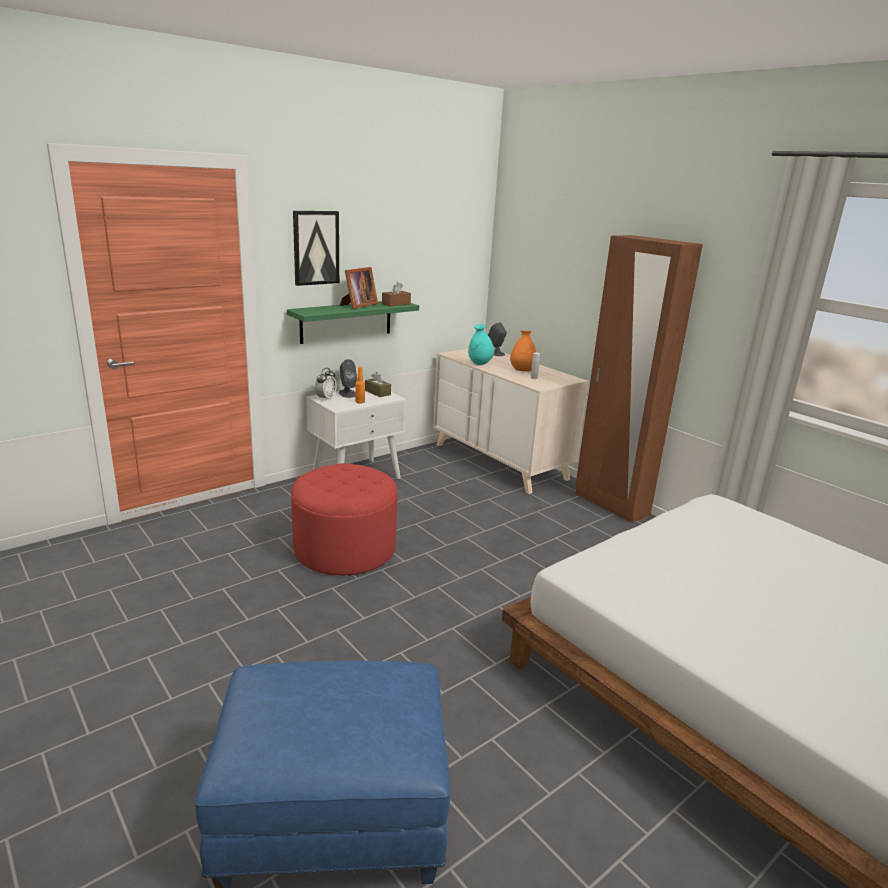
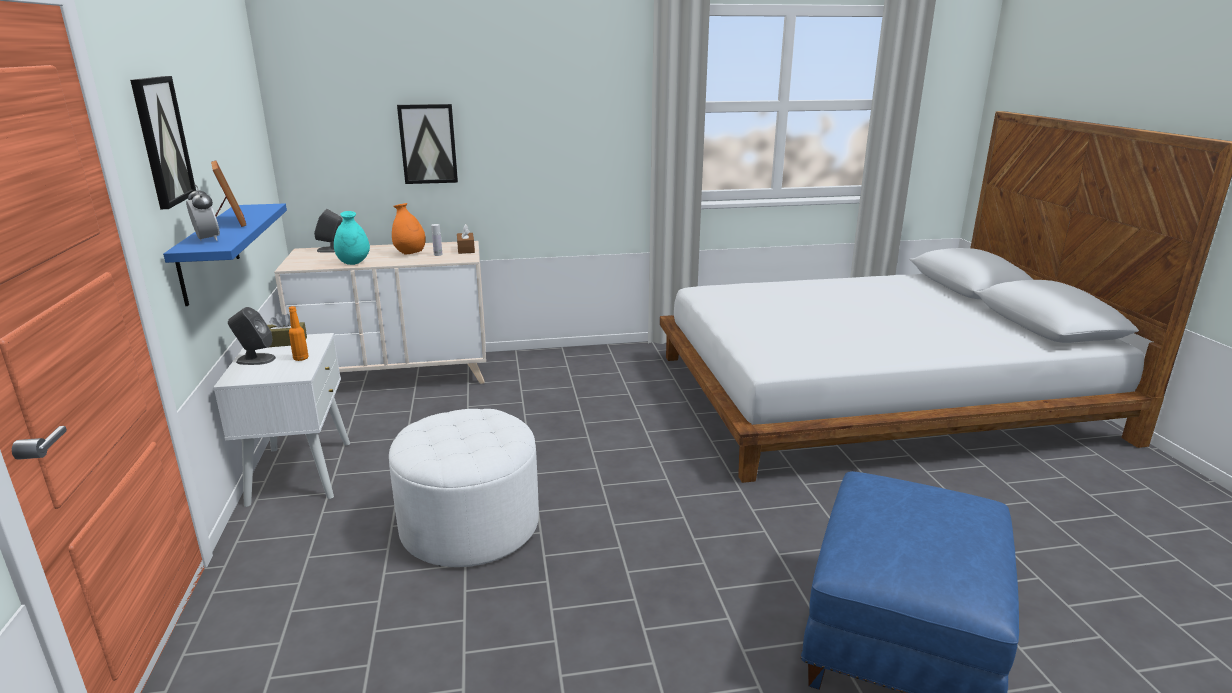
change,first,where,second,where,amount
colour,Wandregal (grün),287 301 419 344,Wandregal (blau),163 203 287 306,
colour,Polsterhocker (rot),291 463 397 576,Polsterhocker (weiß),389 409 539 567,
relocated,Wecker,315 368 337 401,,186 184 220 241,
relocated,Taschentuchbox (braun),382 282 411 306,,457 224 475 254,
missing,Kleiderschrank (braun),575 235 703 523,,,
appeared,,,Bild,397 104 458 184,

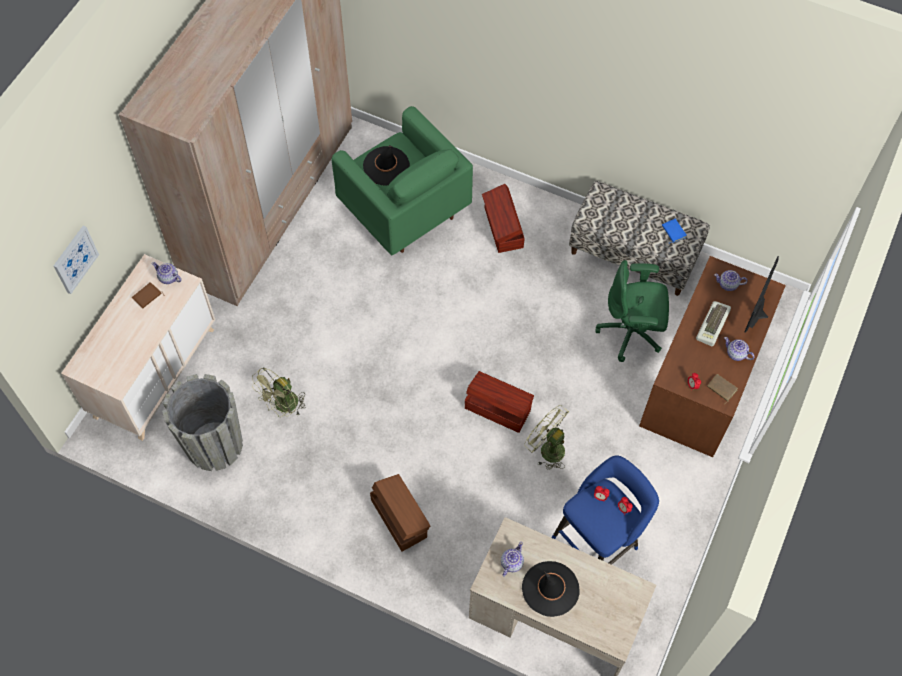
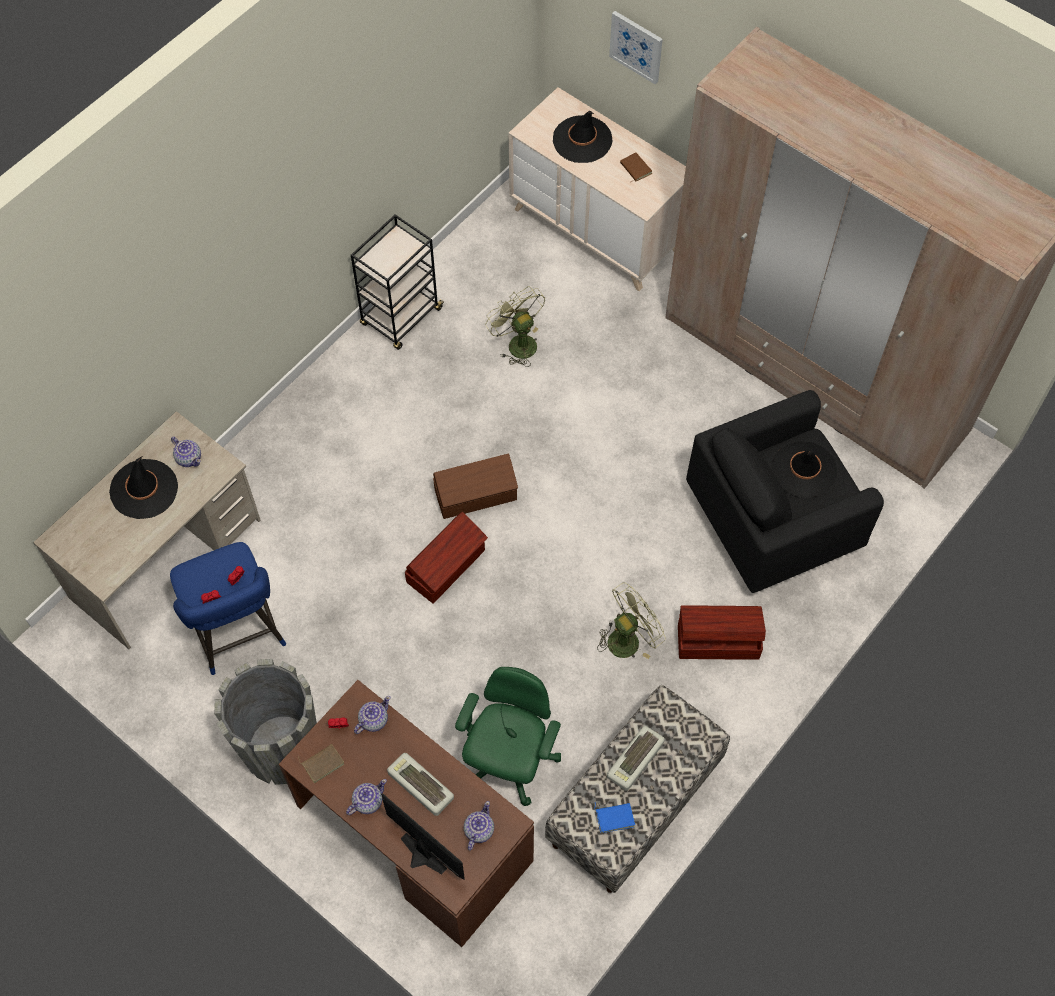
change,first,where,second,where,amount
relocated,Teekanne,152 262 182 284,,354 696 390 734,
relocated,Pflanzkübel (grau),162 374 243 471,,214 659 317 785,
colour,Sessel (grün),332 106 473 255,Sessel (schwarz),686 390 884 593,
relocated,Aufbewahrungsbox (braun),370 474 430 551,,433 454 518 519,
relocated,Ventilator (grün),524 405 569 470,,597 582 666 659,
appeared,,,Rollwagen (schwarz),351 214 445 350,
appeared,,,Hut (schwarz),553 111 612 163,
appeared,,,Tastatur,607 726 665 791,

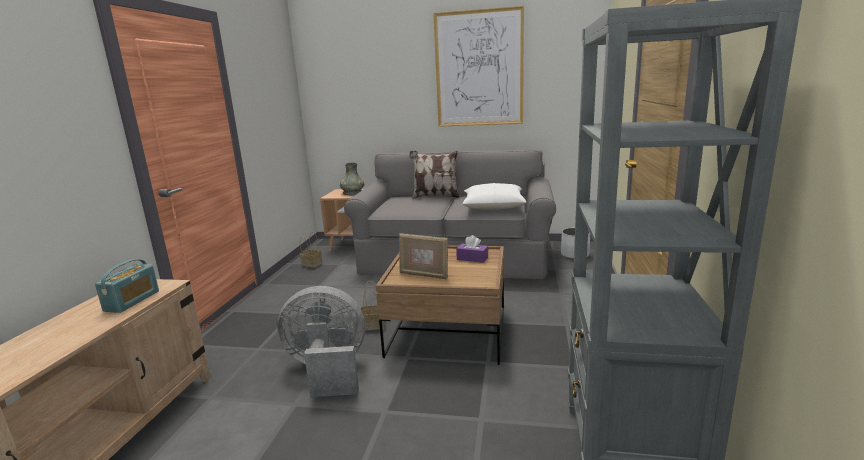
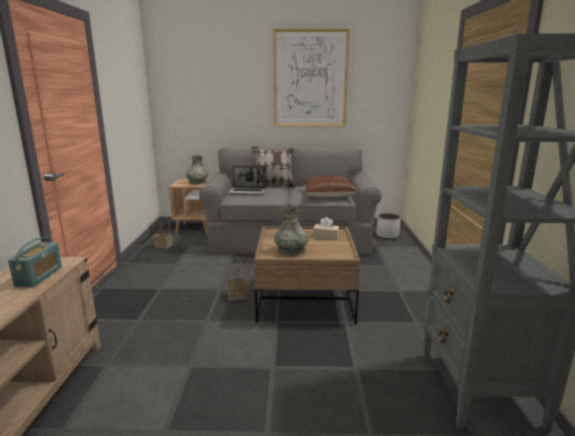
change,first,where,second,where,amount
missing,Ventilator (grau),277 286 365 397,,,
exchanged,Bilderrahmen,399 233 448 279,Vase (grau),274 208 309 255,
colour,Taschentuchbox (lila),456 235 488 263,Taschentuchbox (beige),313 217 339 240,
colour,Kissen (weiß),462 183 527 209,Kissen (braun),300 175 358 197,
appeared,,,Laptop,228 165 266 195,

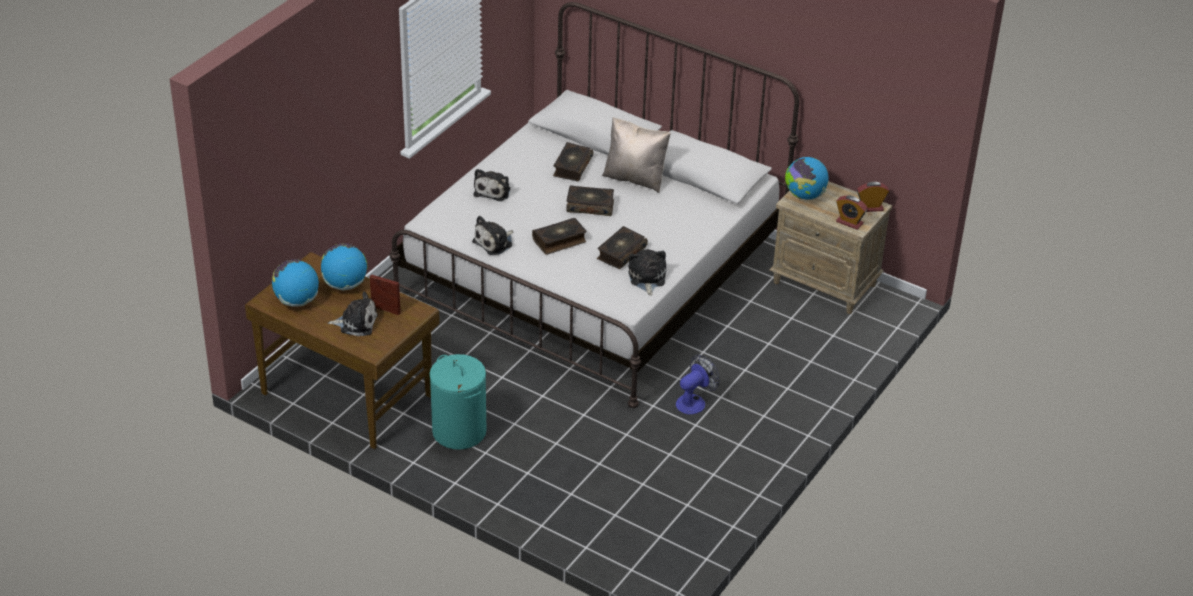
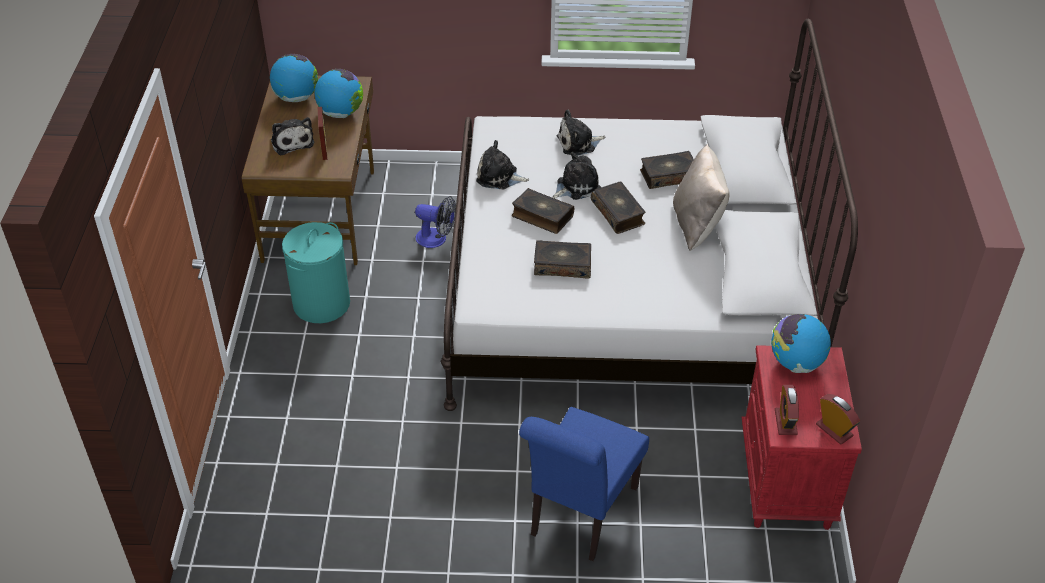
change,first,where,second,where,amount
relocated,Plüschtier,628 249 666 296,,552 152 601 200,
relocated,Ventilator,676 355 720 415,,415 196 456 248,
colour,Nachttisch (beige),769 181 892 314,Nachttisch (rot),742 345 862 530,
appeared,,,Stuhl (blau),519 407 649 561,

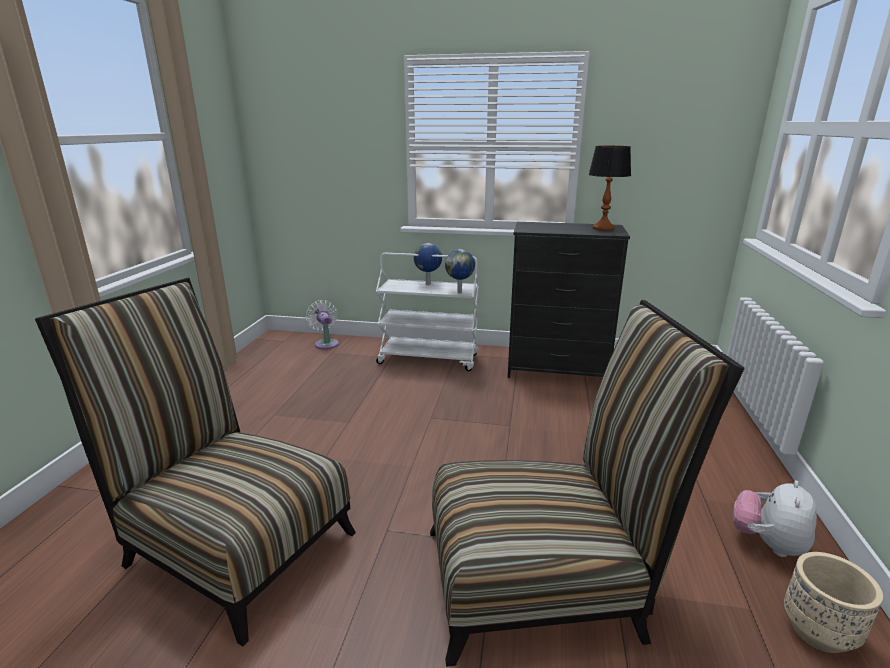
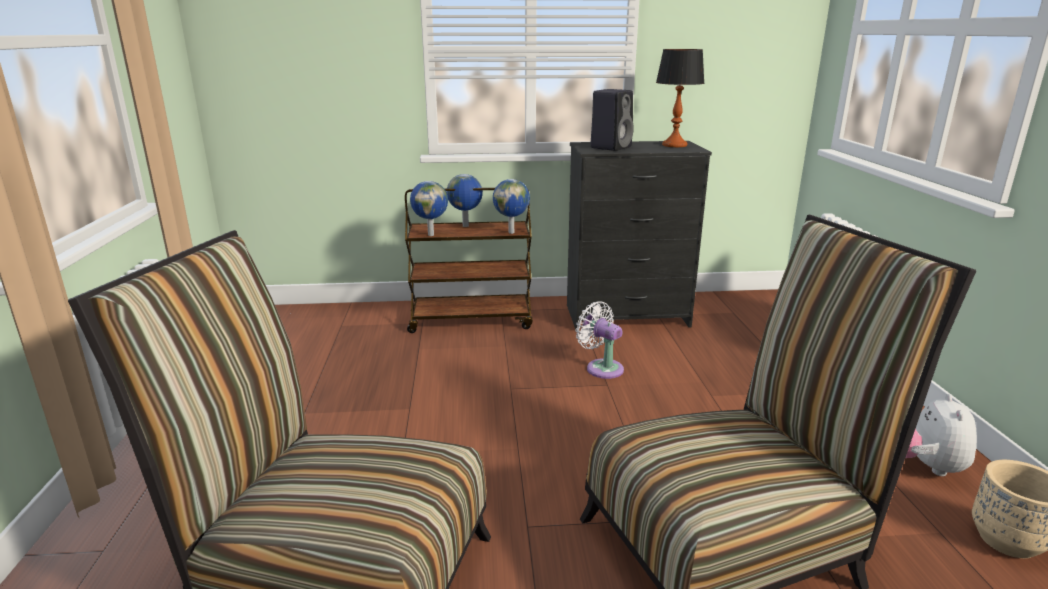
change,first,where,second,where,amount
relocated,Ventilator (weiß),306 300 339 349,,575 301 624 379,
colour,Rollwagen (weiß),376 253 479 371,Rollwagen (braun),405 188 533 333,
appeared,,,Globus,410 181 448 236,
appeared,,,Lautsprecher (schwarz),590 89 634 151,

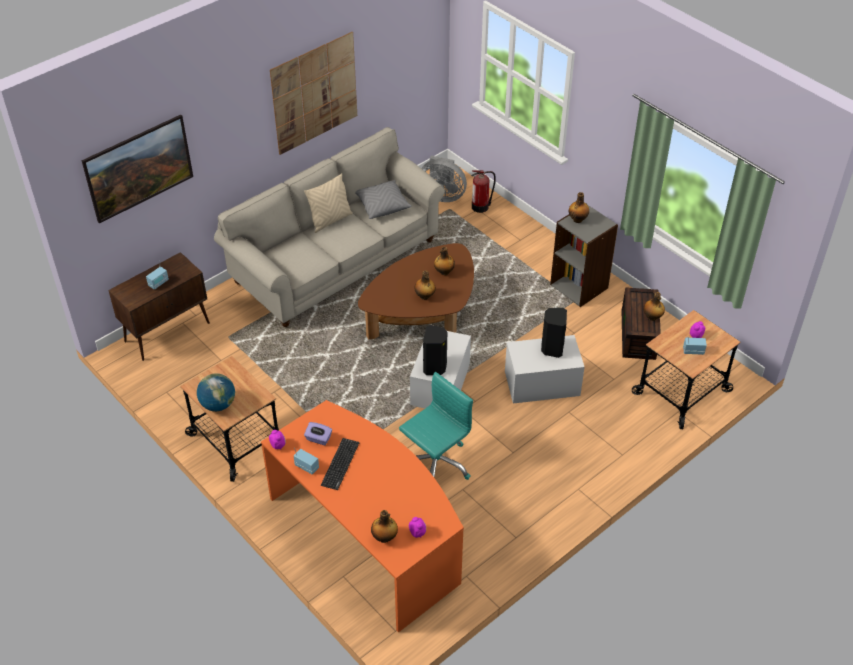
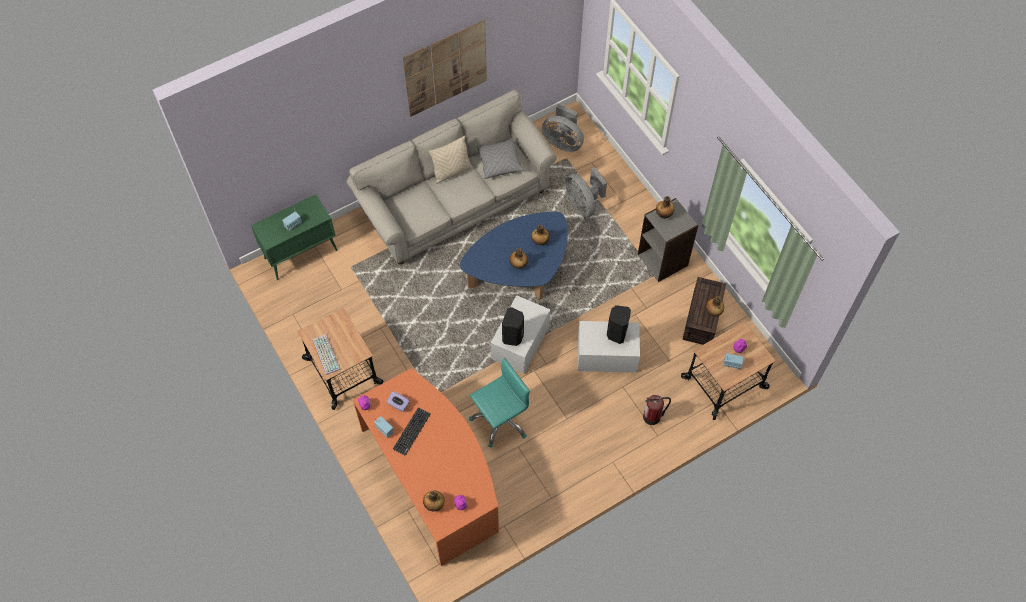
change,first,where,second,where,amount
missing,Bild,82 115 193 223,,,
colour,Schrank (braun),108 252 210 361,Schrank (grün),251 194 337 280,
exchanged,Globus,197 373 235 411,Tastatur,312 334 340 375,
colour,Couchtisch (braun),358 243 474 340,Couchtisch (blau),460 211 568 300,
relocated,Feuerlöscher,471 170 496 213,,643 395 671 425,
appeared,,,Ventilator (grau),565 167 607 217,

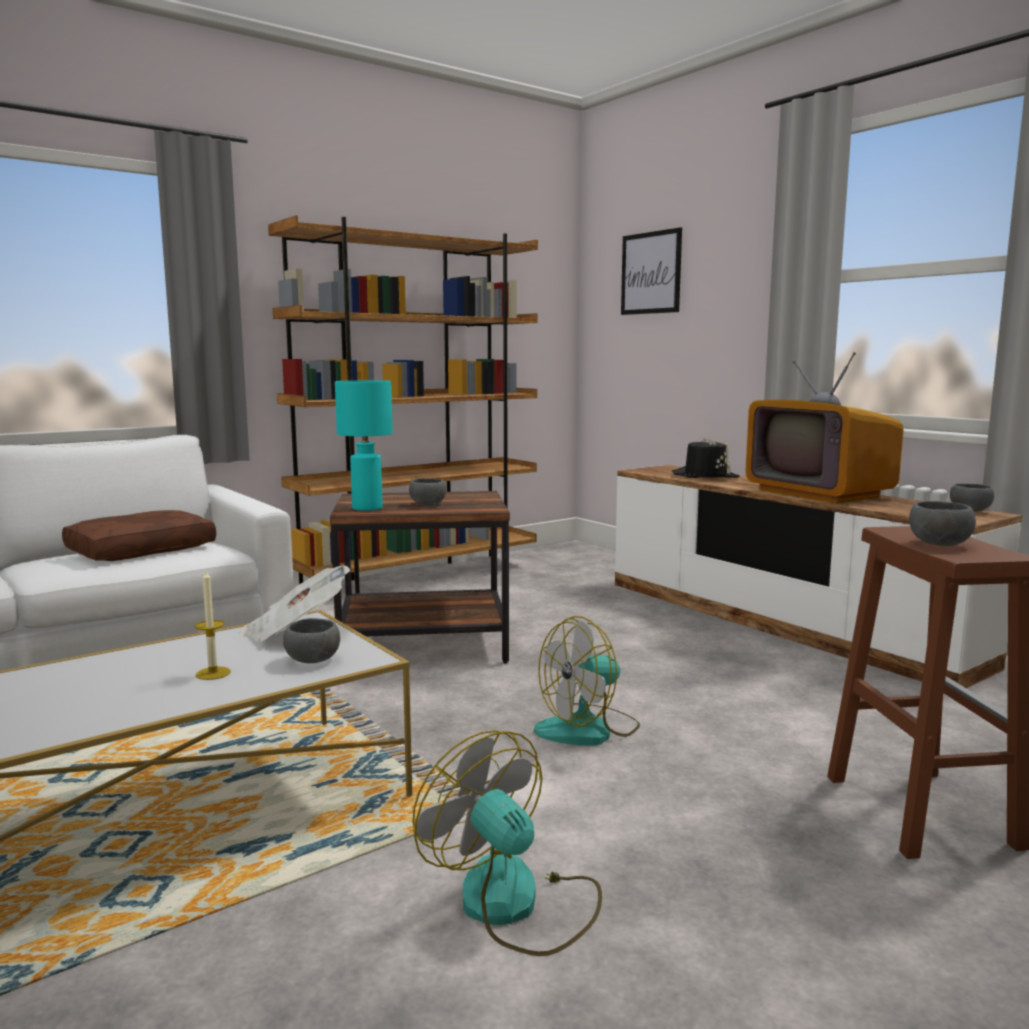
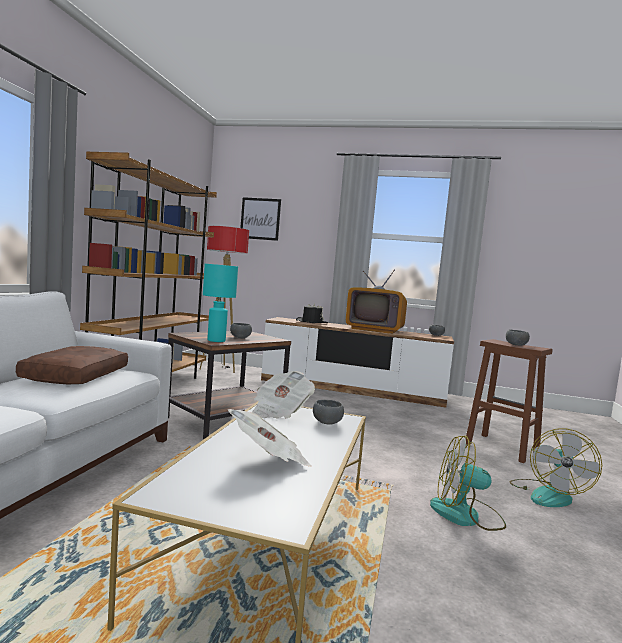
change,first,where,second,where,amount
missing,Kerze,194 570 231 680,,,
relocated,Ventilator,534 616 640 746,,510 428 602 507,
appeared,,,Stehlampe,200 226 249 373,
appeared,,,Zeitung,228 409 312 467,

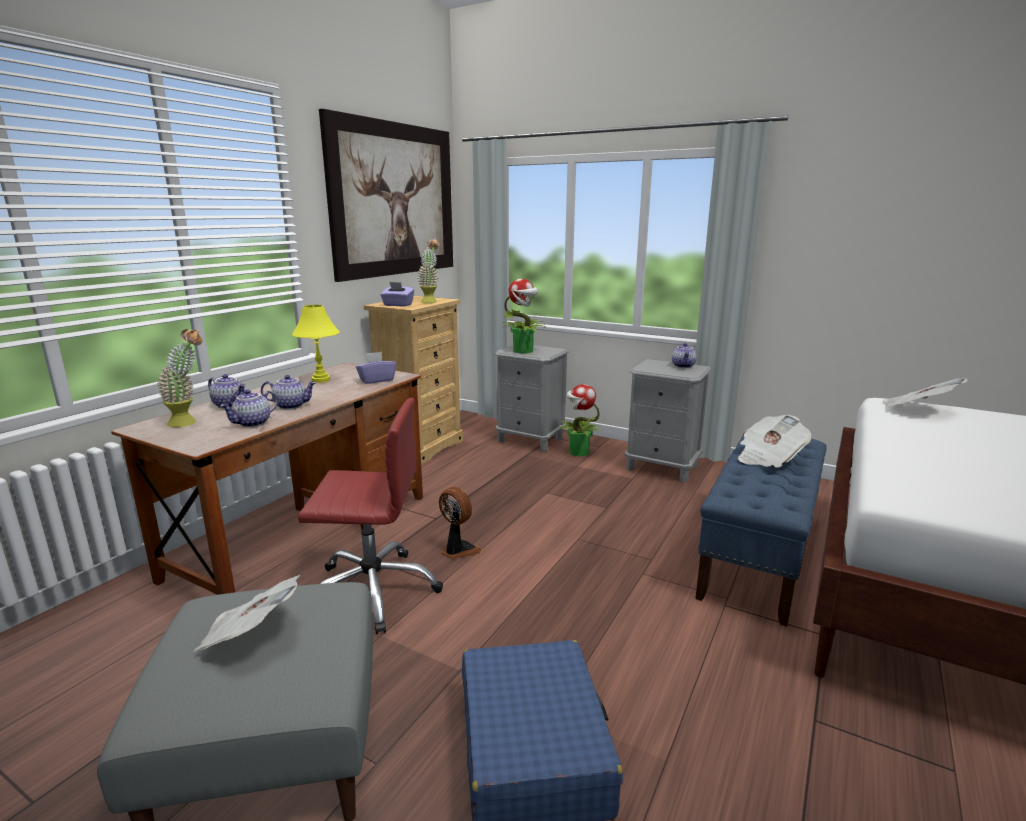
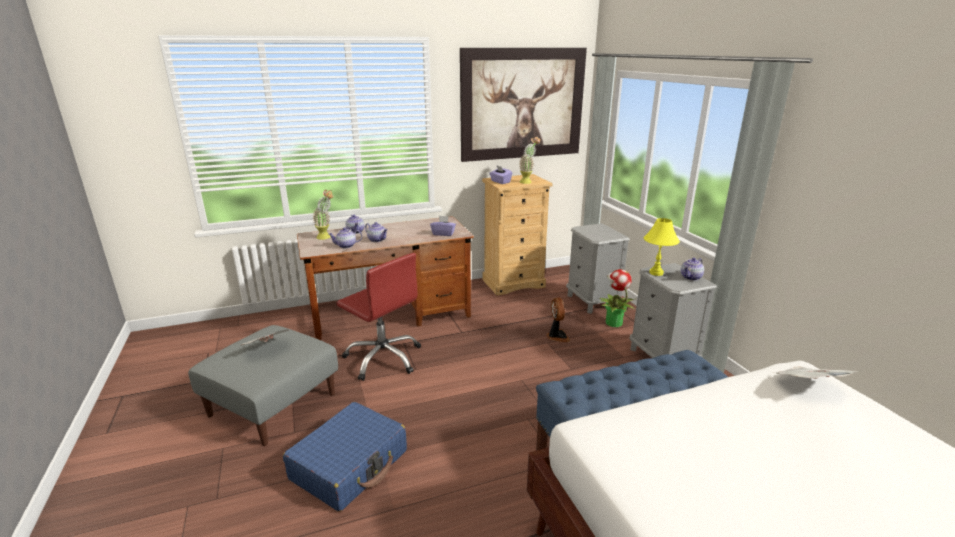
change,first,where,second,where,amount
relocated,Tischlampe (gelb),292 305 340 383,,644 218 680 276,
relocated,Ventilator,439 487 481 559,,547 297 570 342,
missing,Topfpflanze,502 279 547 353,,,
missing,Zeitung,738 415 811 468,,,

